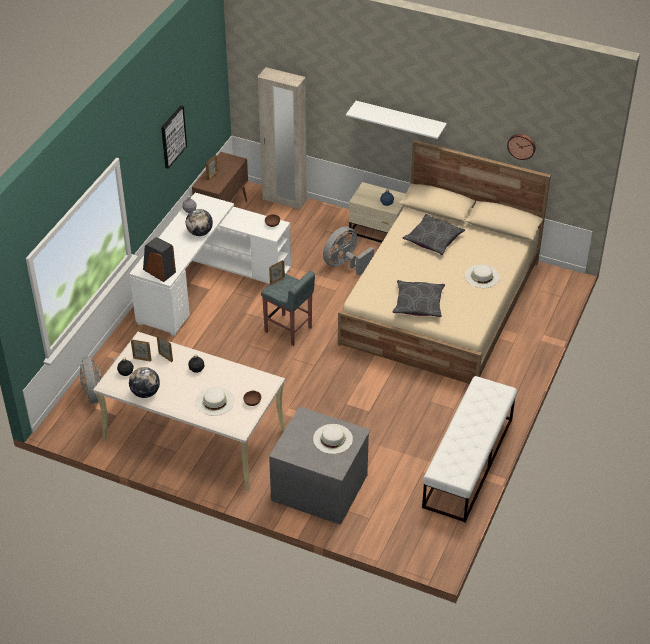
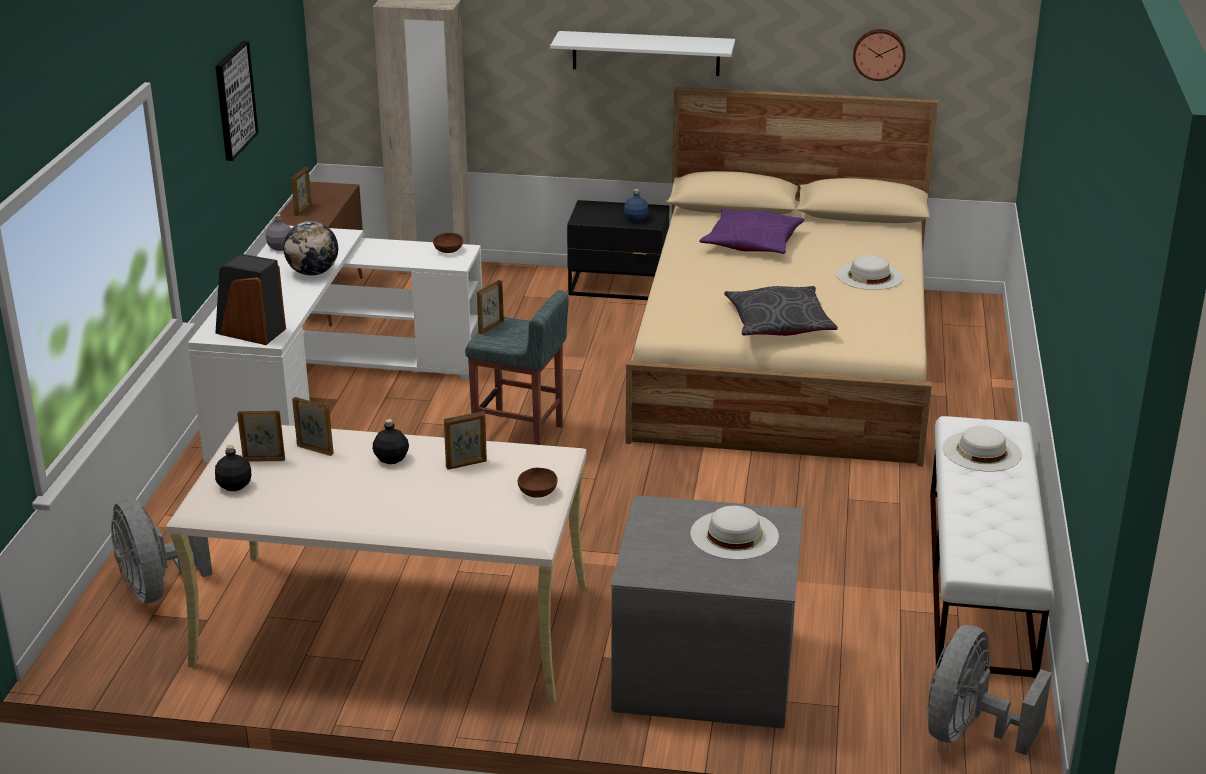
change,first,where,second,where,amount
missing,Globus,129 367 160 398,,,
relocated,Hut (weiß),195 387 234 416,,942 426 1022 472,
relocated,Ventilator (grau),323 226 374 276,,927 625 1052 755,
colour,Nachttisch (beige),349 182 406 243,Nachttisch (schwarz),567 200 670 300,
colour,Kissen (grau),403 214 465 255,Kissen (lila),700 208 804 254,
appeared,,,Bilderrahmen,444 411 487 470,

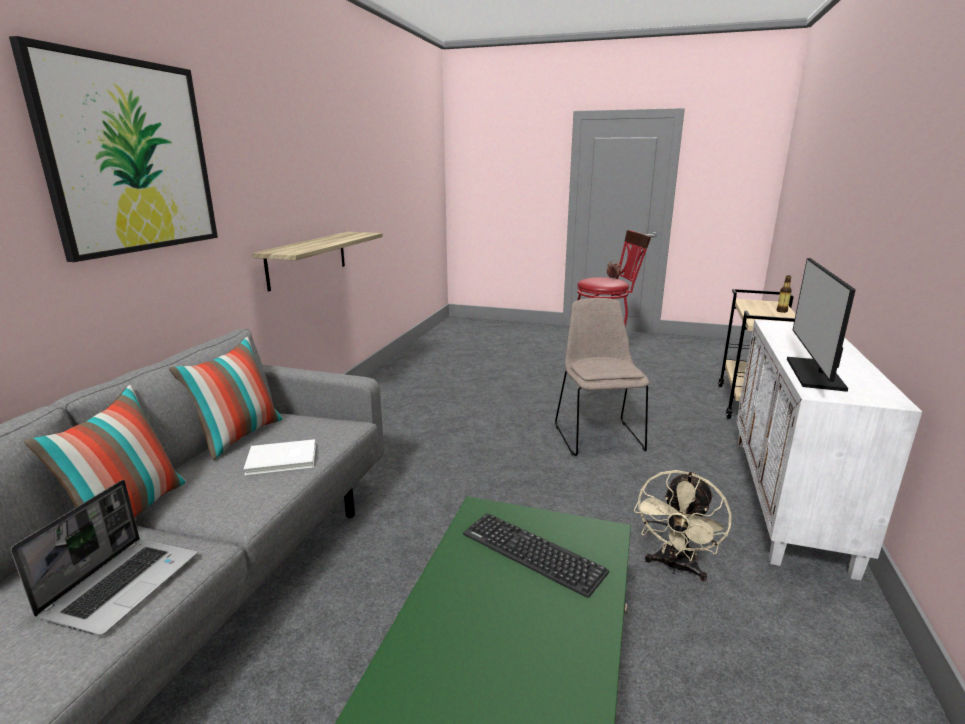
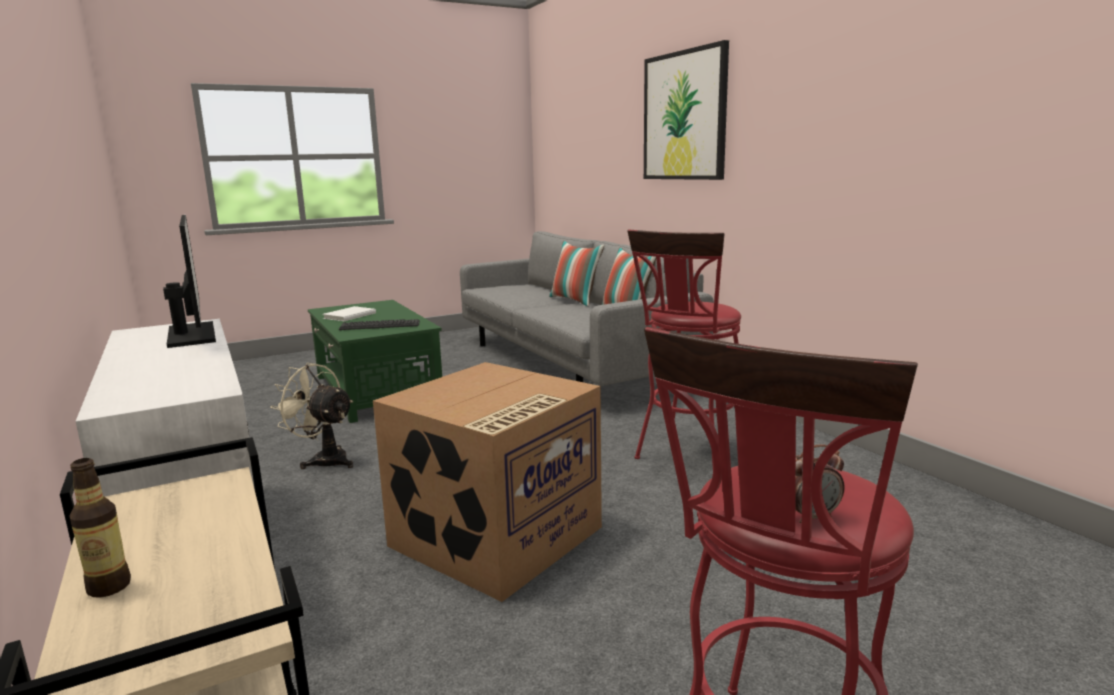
change,first,where,second,where,amount
missing,Laptop,11 480 197 636,,,
relocated,Buch (weiß),243 439 316 475,,323 306 376 321,
missing,Wandregal,252 232 383 291,,,
exchanged,Stuhl (beige),555 298 649 456,Karton,373 362 602 602,
spun,Ventilator (beige),634 470 732 582,,270 363 353 469,45 degrees counterclockwise
appeared,,,Hocker (rot),627 230 741 476,

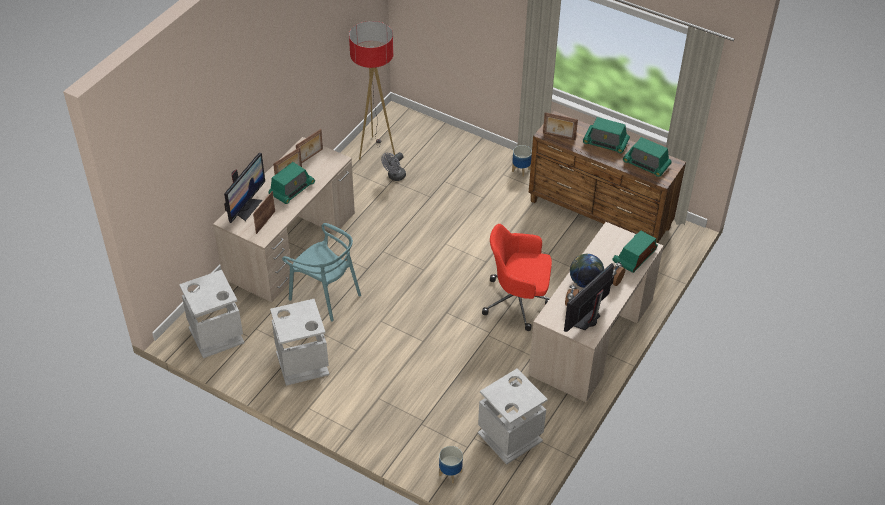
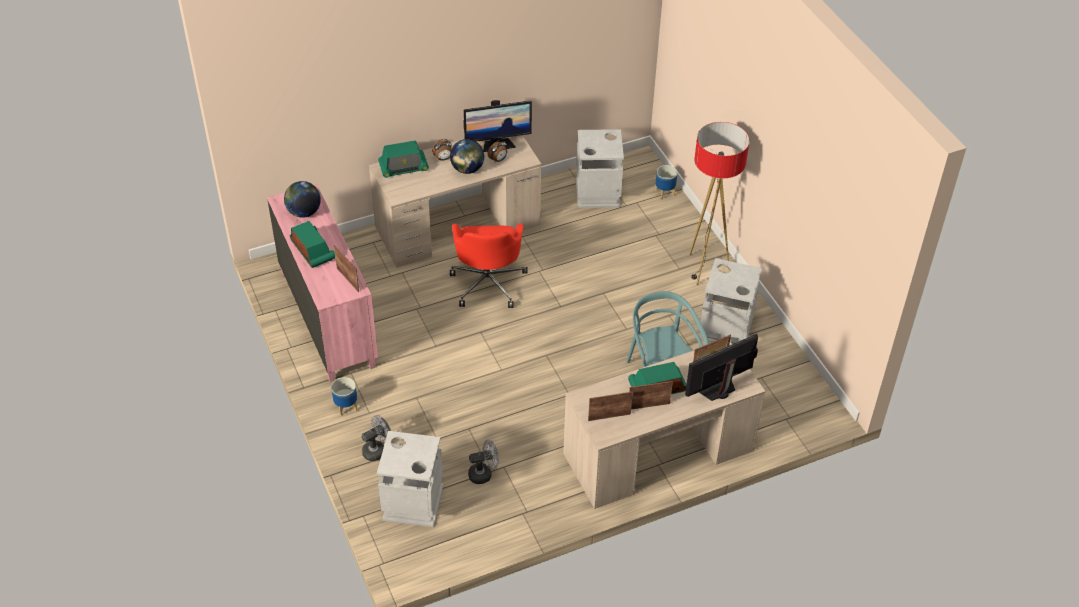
change,first,where,second,where,amount
relocated,Mülleimer (grau),179 270 244 358,,377 431 443 527,
relocated,Stehlampe,349 21 395 160,,689 122 750 285,
spun,Bürostuhl (rot),482 224 552 331,,450 224 528 308,45 degrees clockwise
colour,Kommode (braun),529 111 686 243,Kommode (rosa),267 184 378 382,
exchanged,Radio,623 137 672 177,Globus,284 181 321 218,
appeared,,,Ventilator (grau),362 415 391 461,

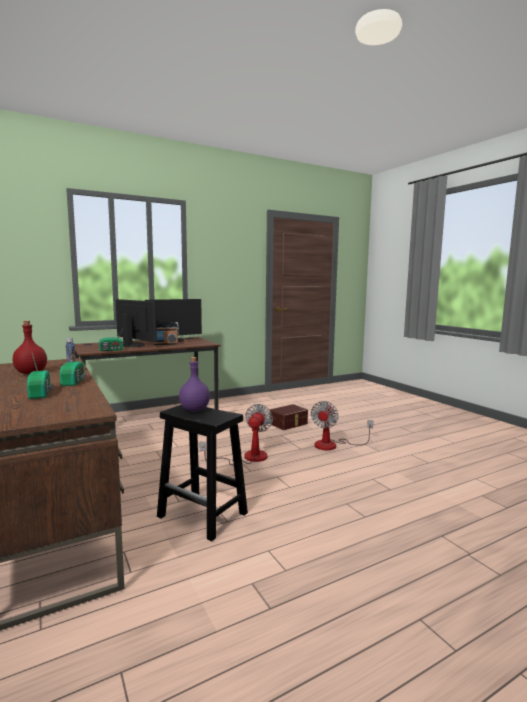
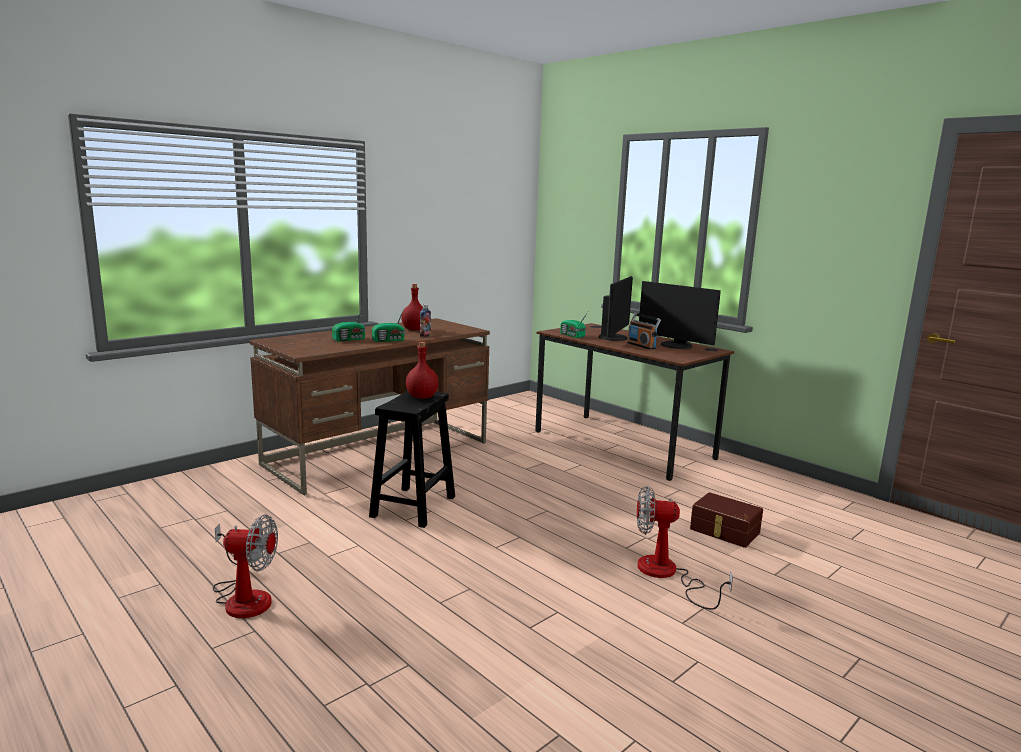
change,first,where,second,where,amount
colour,Flasche (lila),179 357 210 411,Flasche (rot),406 342 439 399,
relocated,Ventilator,200 404 273 465,,213 515 278 618,

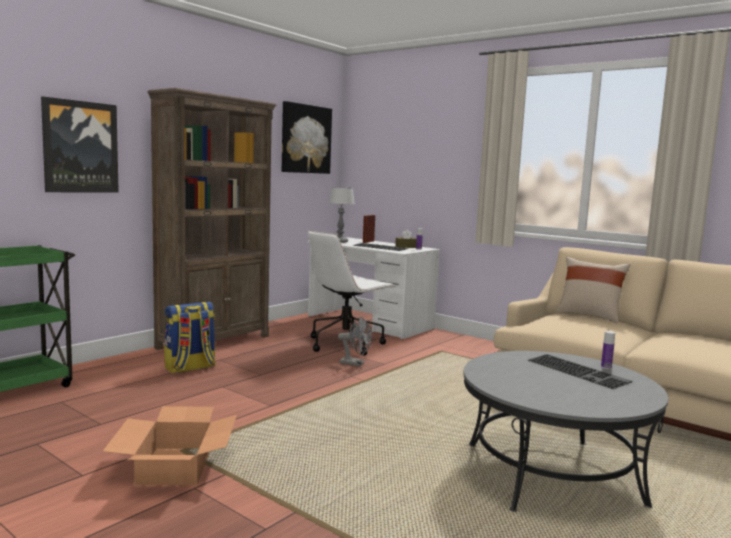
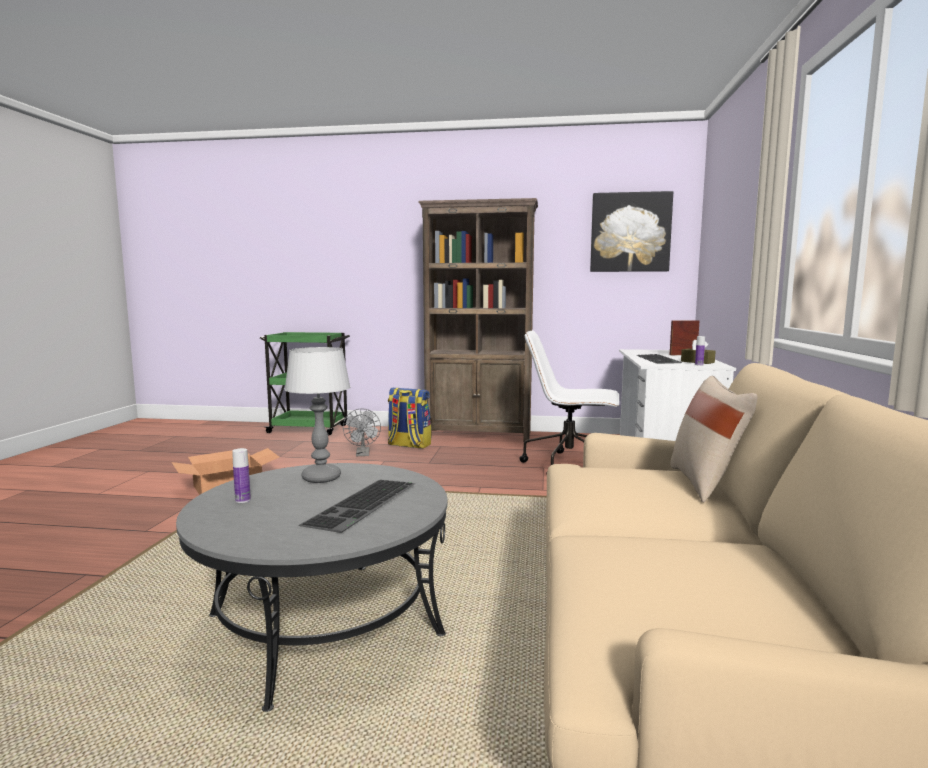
change,first,where,second,where,amount
missing,Bild,41 96 119 192,,,
relocated,Tischlampe,329 187 355 243,,284 347 351 483,
relocated,Ventilator (grau),338 317 372 366,,343 408 381 456,
relocated,Flasche,601 331 615 369,,232 448 251 503,

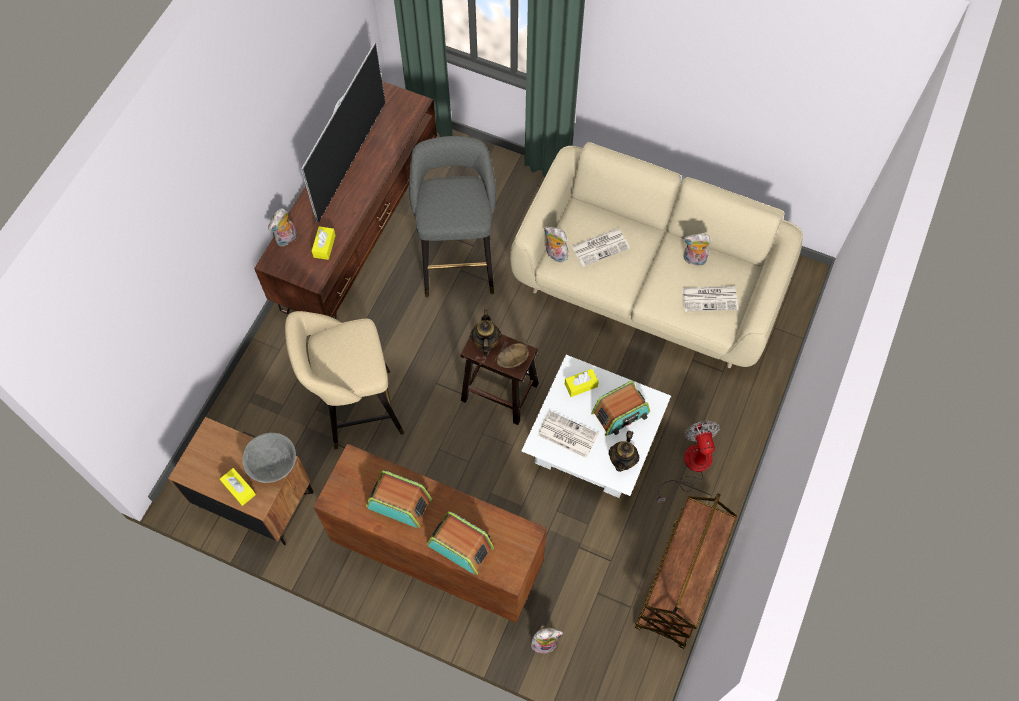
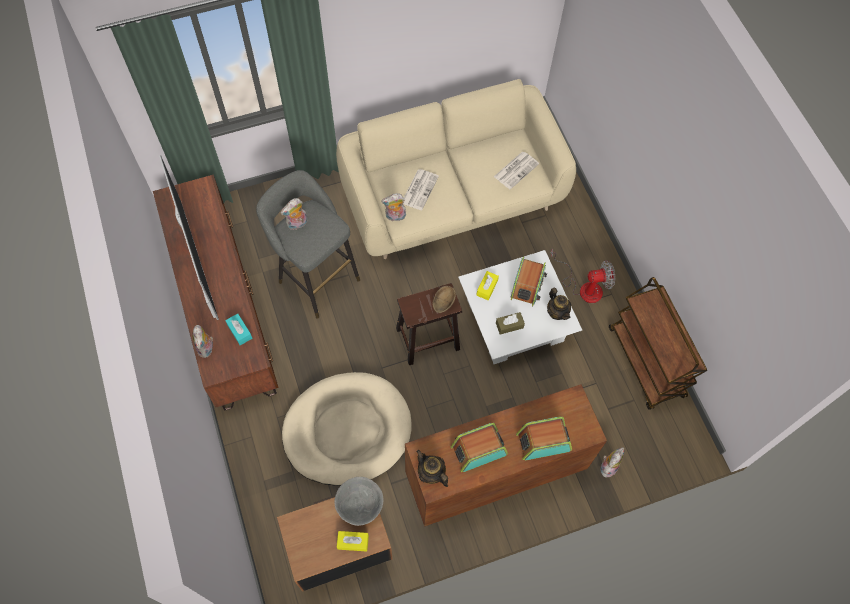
change,first,where,second,where,amount
exchanged,Hocker (beige),285 311 404 449,Hundebett (beige),282 372 412 486,
colour,Taschentuchbox (gelb),312 226 336 260,Taschentuchbox (türkis),225 314 252 345,
relocated,Teekanne,470 310 502 357,,416 450 448 487,
exchanged,Zeitung,537 411 599 458,Taschentuchbox (braun),496 312 525 334,
spun,Ventilator,657 421 721 503,,551 249 615 303,135 degrees clockwise
relocated,Plüschtier,683 233 711 266,,280 198 307 230,

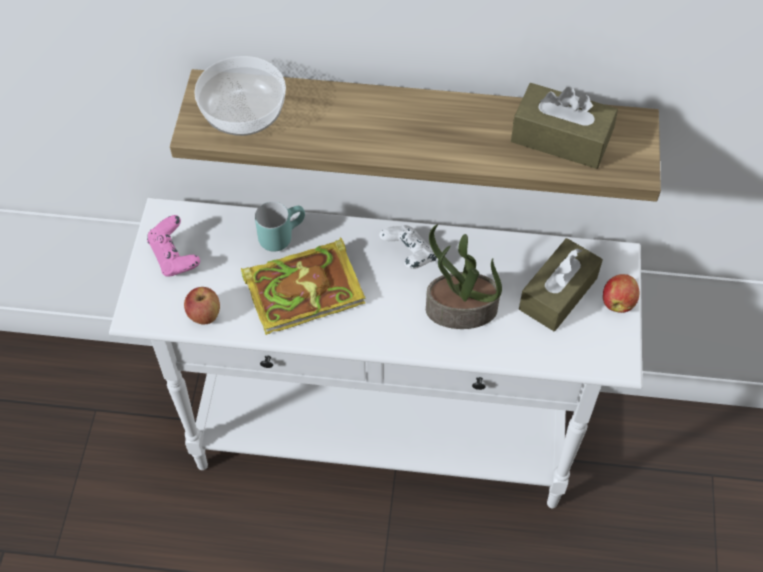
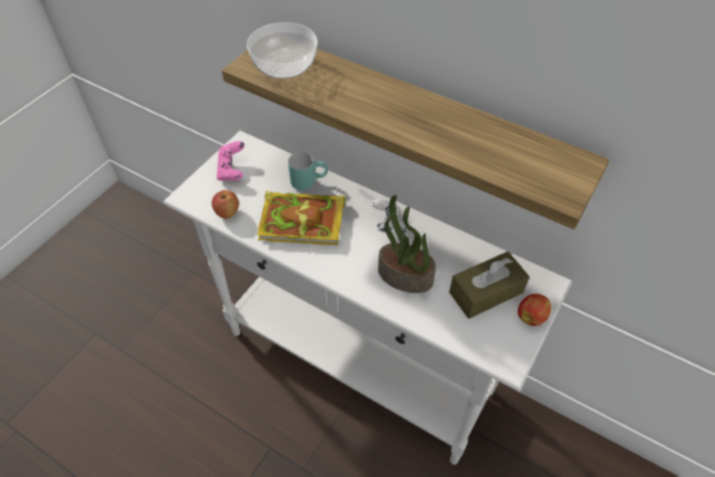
change,first,where,second,where,amount
missing,Taschentuchbox (braun),511 83 618 169,,,

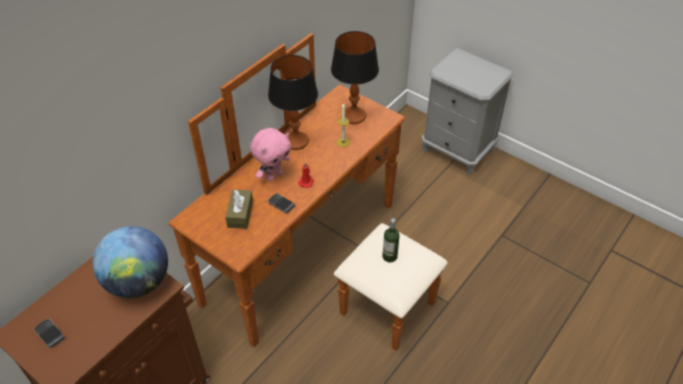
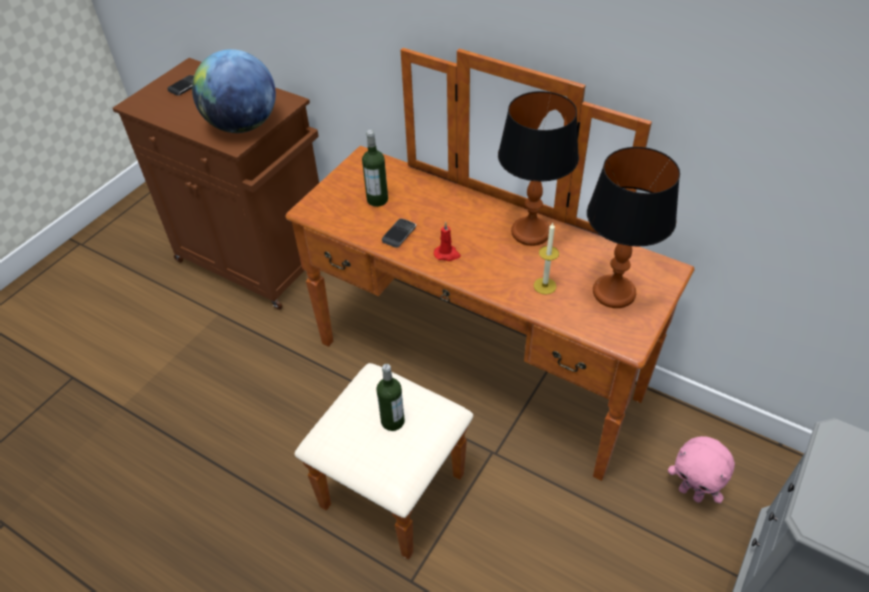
change,first,where,second,where,amount
exchanged,Taschentuchbox (braun),225 190 253 229,Flasche,362 130 388 207,
relocated,Plüschtier (rosa),250 128 291 182,,668 436 735 503,

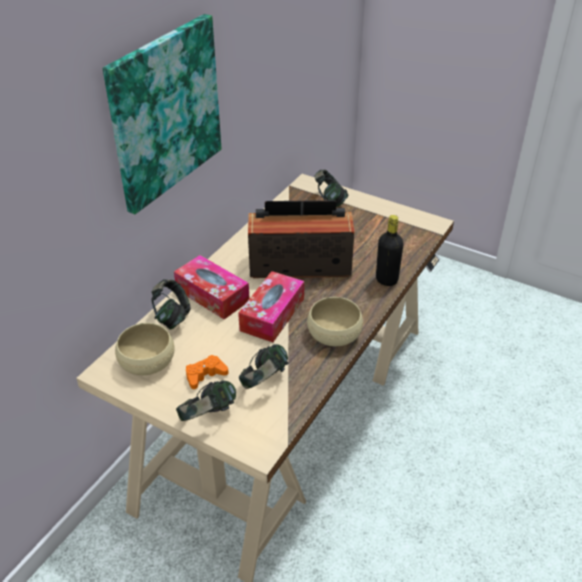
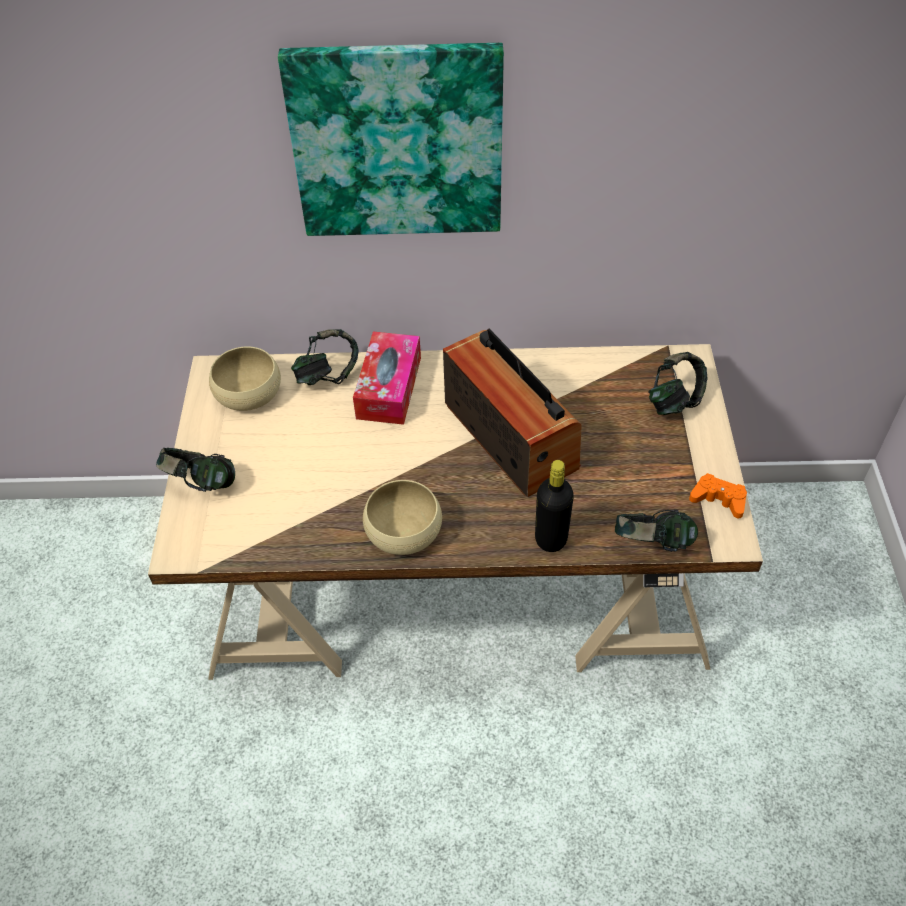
change,first,where,second,where,amount
relocated,Gamepad (orange),186 355 228 389,,689 473 747 518,
missing,Taschentuchbox,238 271 304 342,,,
relocated,Kopfhörer,239 344 288 389,,615 510 698 552,

